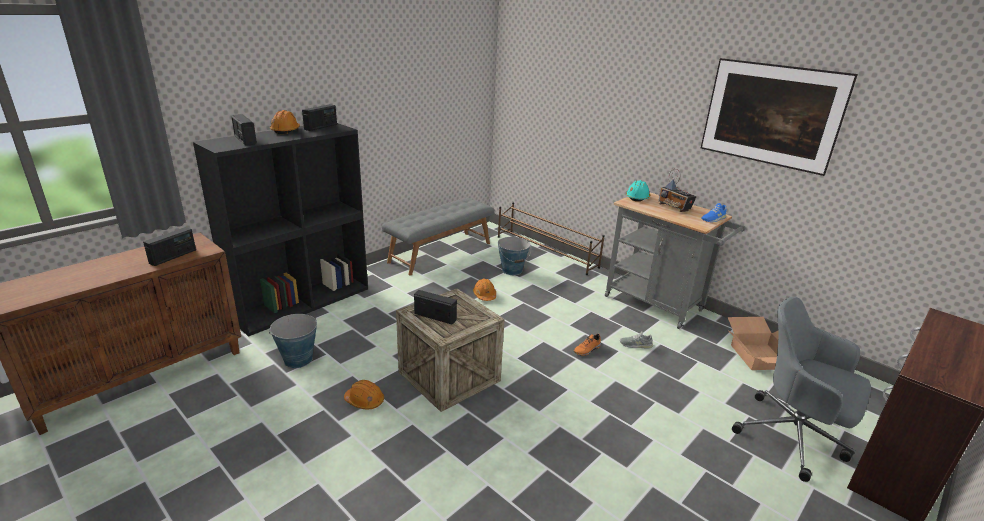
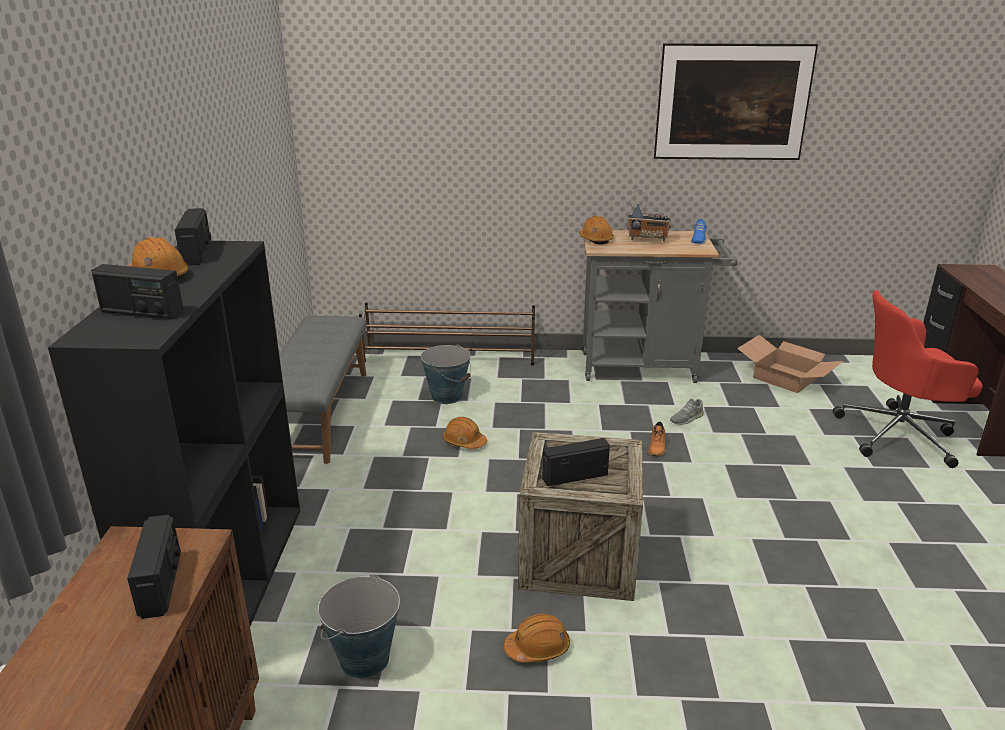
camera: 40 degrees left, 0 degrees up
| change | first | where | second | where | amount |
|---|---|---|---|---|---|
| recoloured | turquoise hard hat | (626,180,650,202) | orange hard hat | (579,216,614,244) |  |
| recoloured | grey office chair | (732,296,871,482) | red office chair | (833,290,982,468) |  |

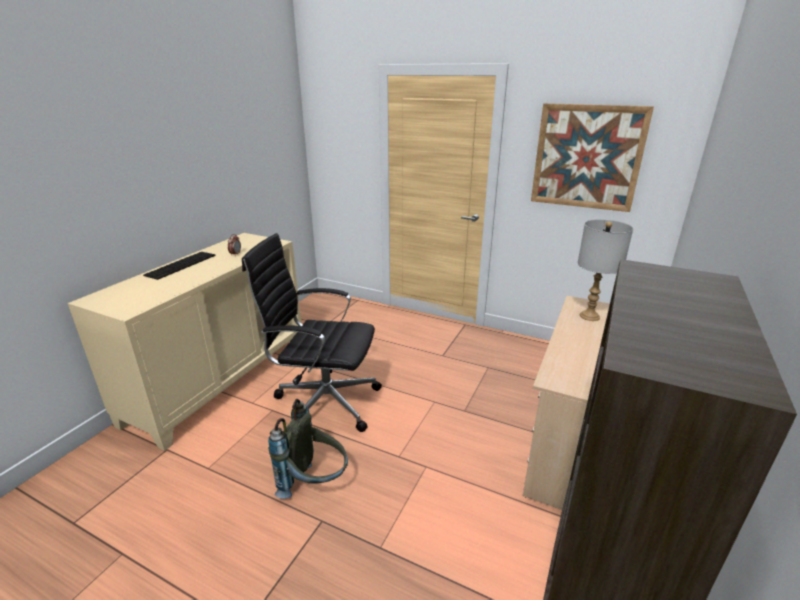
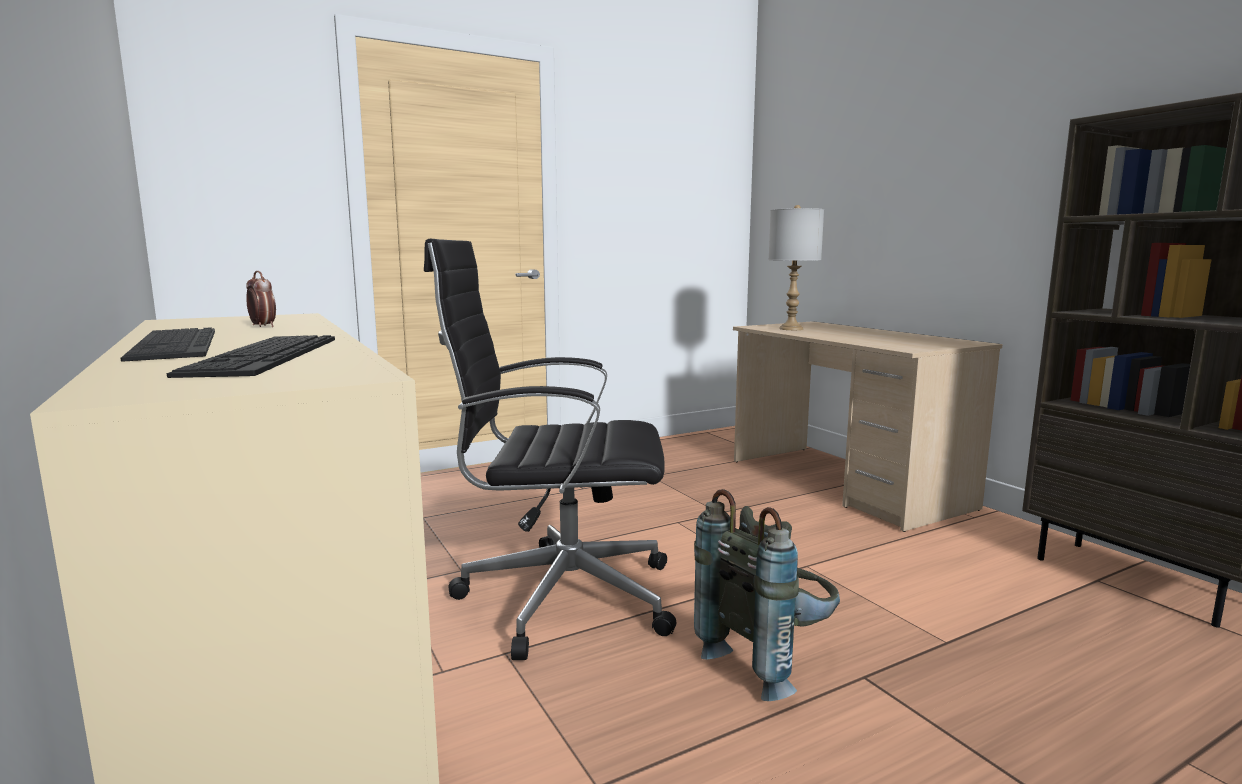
camera: 55 degrees left, 15 degrees down
| change | first | where | second | where | amount |
|---|---|---|---|---|---|
| removed | picture | (531,103,654,212) |  |  |  |
| added |  |  | keyboard | (167,335,335,378) |  |
| turned | black office chair | (242,233,382,432) |  | (424,239,677,660) | 45 degrees clockwise |

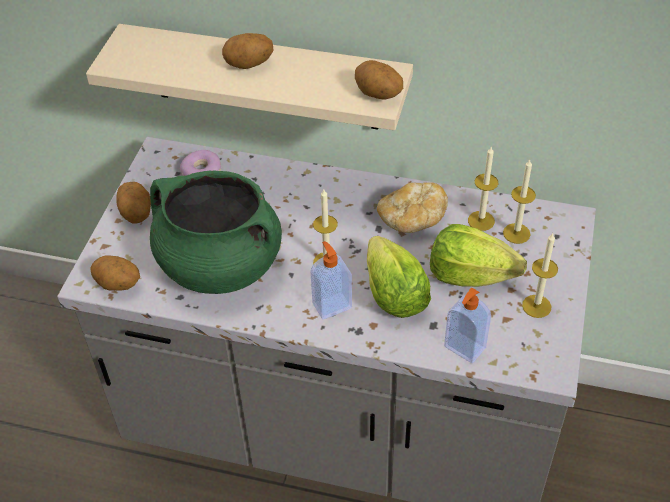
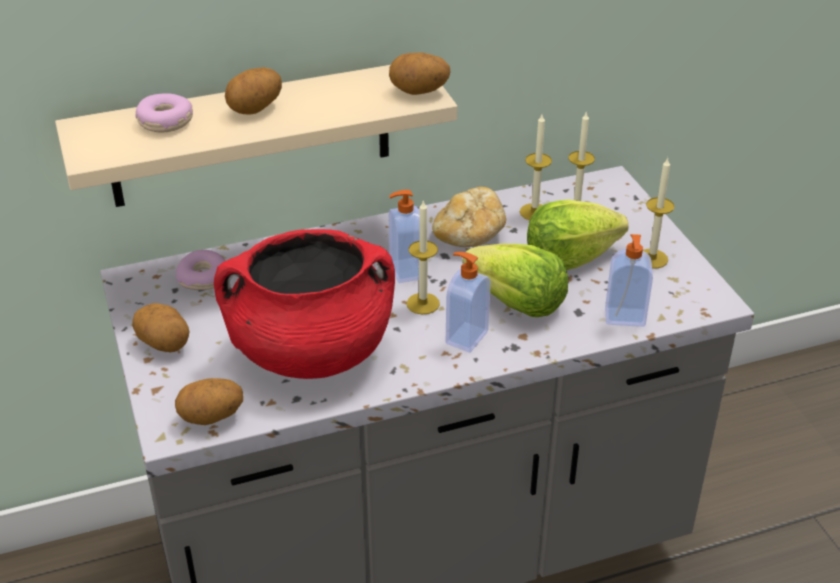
camera: 35 degrees left, 10 degrees down
| change | first | where | second | where | amount |
|---|---|---|---|---|---|
| added |  |  | donut | (136,93,193,133) |  |
| added |  |  | soap dispenser | (389,190,420,283) |  |
| recoloured | green cooking pot | (150,171,282,294) | red cooking pot | (214,229,395,379) |  |

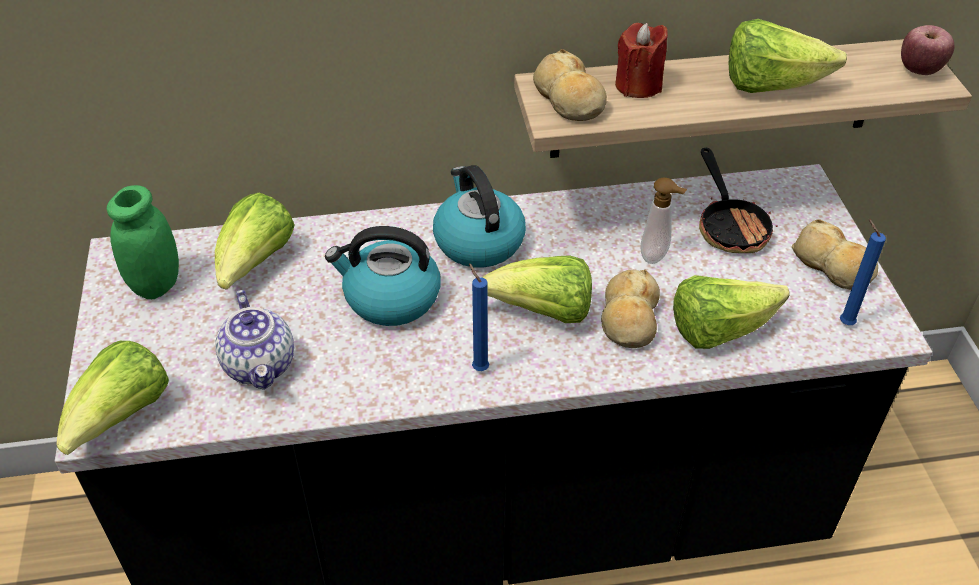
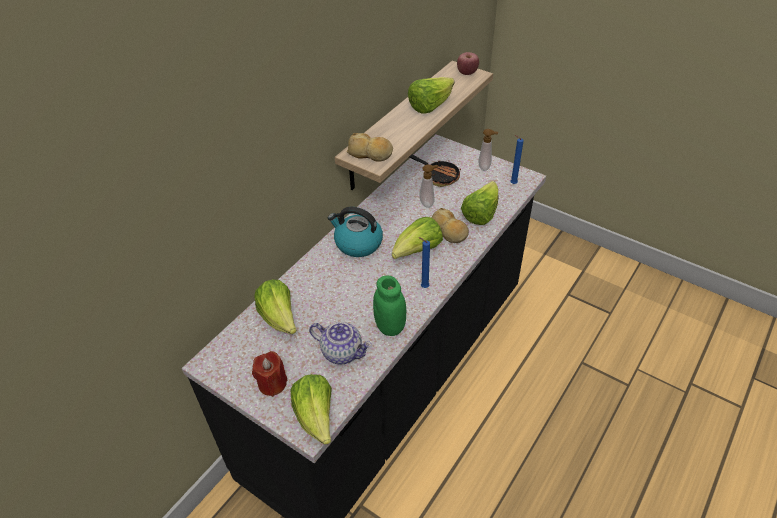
camera: 45 degrees left, 0 degrees up
| change | first | where | second | where | amount |
|---|---|---|---|---|---|
| removed | kettle | (325,226,441,326) |  |  |  |
| moved | green jar | (107,185,179,299) |  | (373,275,406,336) |  |
| moved | red candle | (615,23,668,98) |  | (252,351,287,397) |  |
| replaced | bread | (792,219,878,290) | soap dispenser | (478,129,498,171) |  |

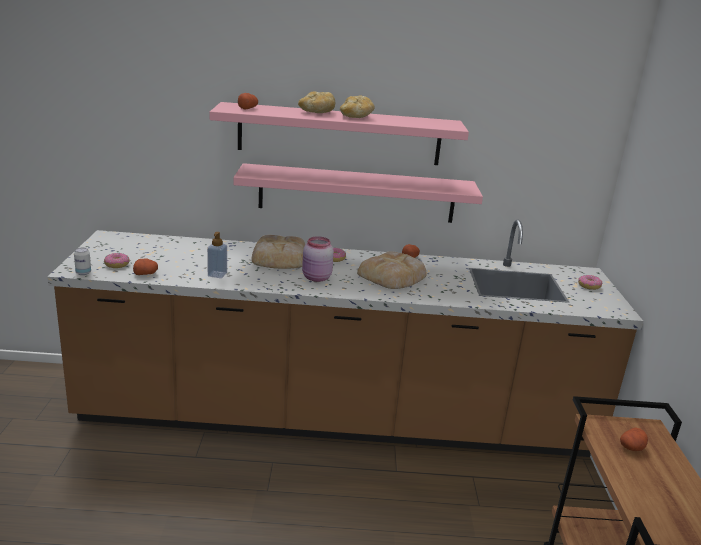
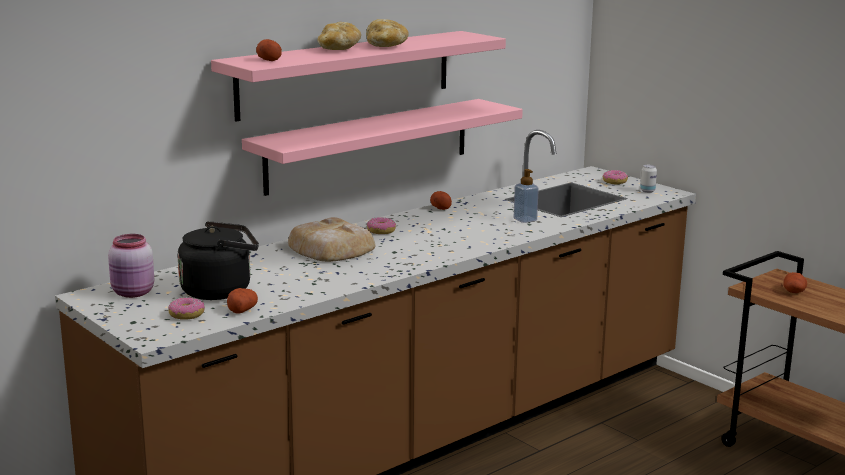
camera: 40 degrees left, 5 degrees down
| change | first | where | second | where | amount |
|---|---|---|---|---|---|
| removed | bread | (357,251,427,289) |  |  |  |
| added |  |  | black kettle | (178,221,259,300) |  |
| moved | can | (74,247,91,275) |  | (640,165,657,193) |  |
| moved | soap dispenser | (207,232,227,278) |  | (514,169,539,223) |  |
| moved | pink jar | (302,236,334,282) |  | (108,234,154,298) |  |

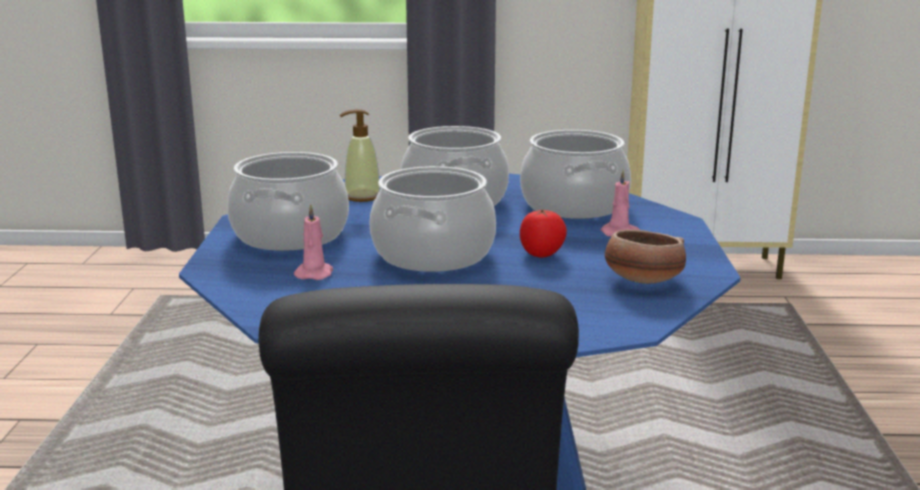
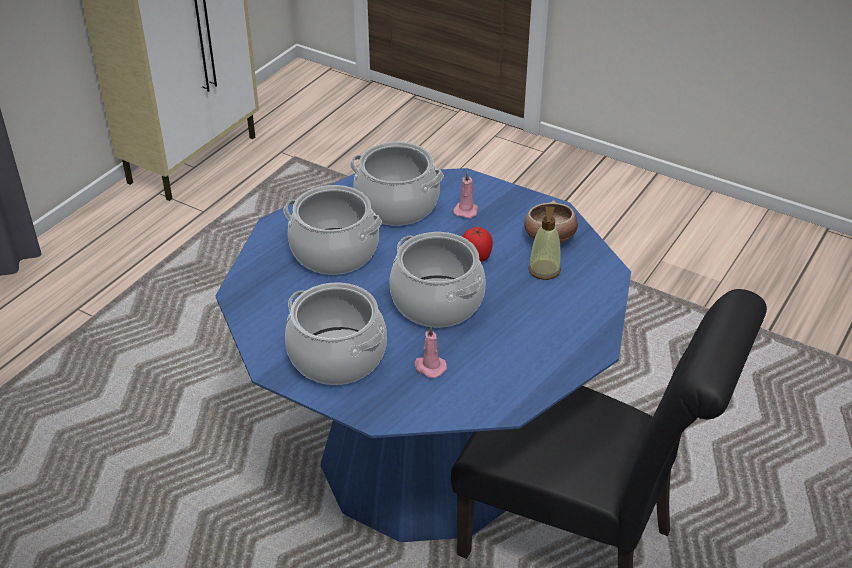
camera: 60 degrees left, 20 degrees up
| change | first | where | second | where | amount |
|---|---|---|---|---|---|
| moved | soap dispenser | (340,109,380,202) |  | (528,206,561,280) |  |

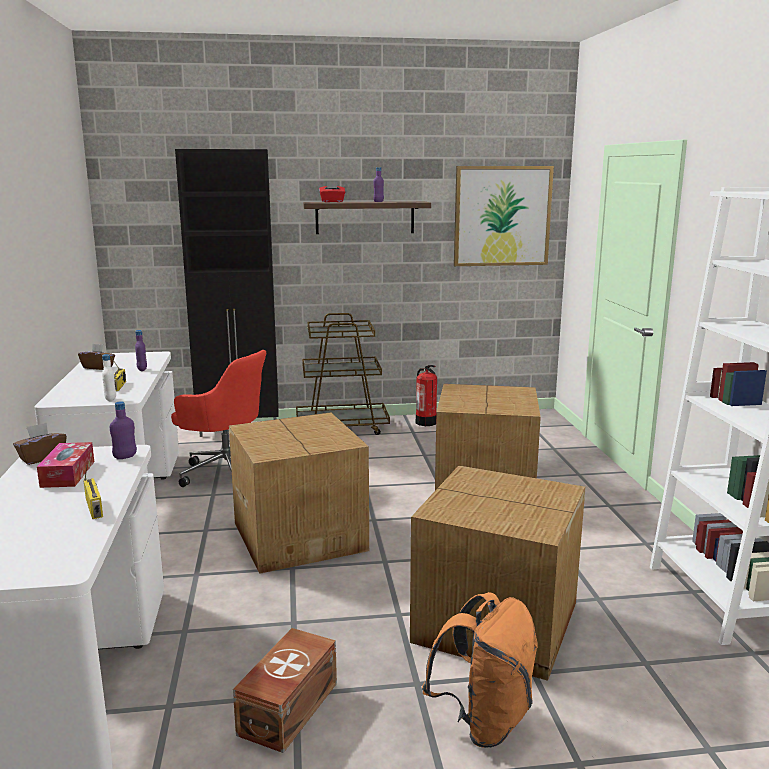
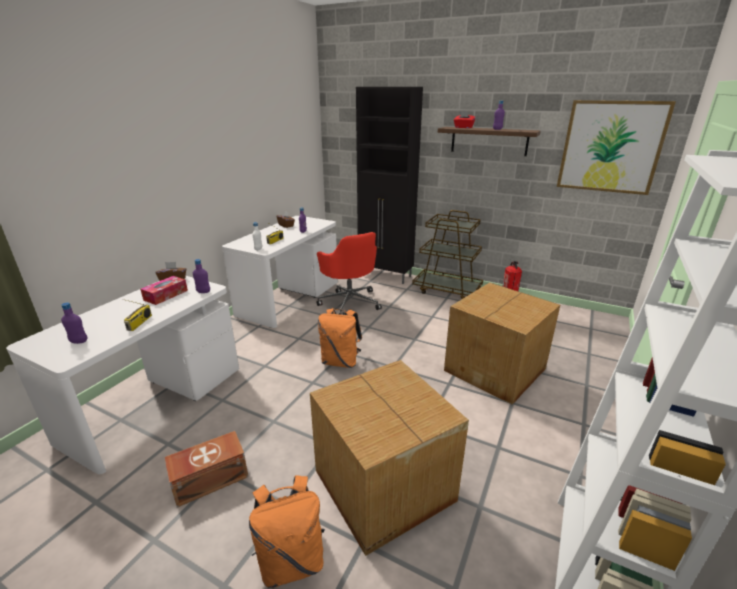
camera: 35 degrees right, 10 degrees up
| change | first | where | second | where | amount |
|---|---|---|---|---|---|
| added |  |  | purple bottle | (61,302,87,344) |  |
| replaced | cardboard box | (229,412,369,574) | orange backpack | (318,308,362,368) |  |

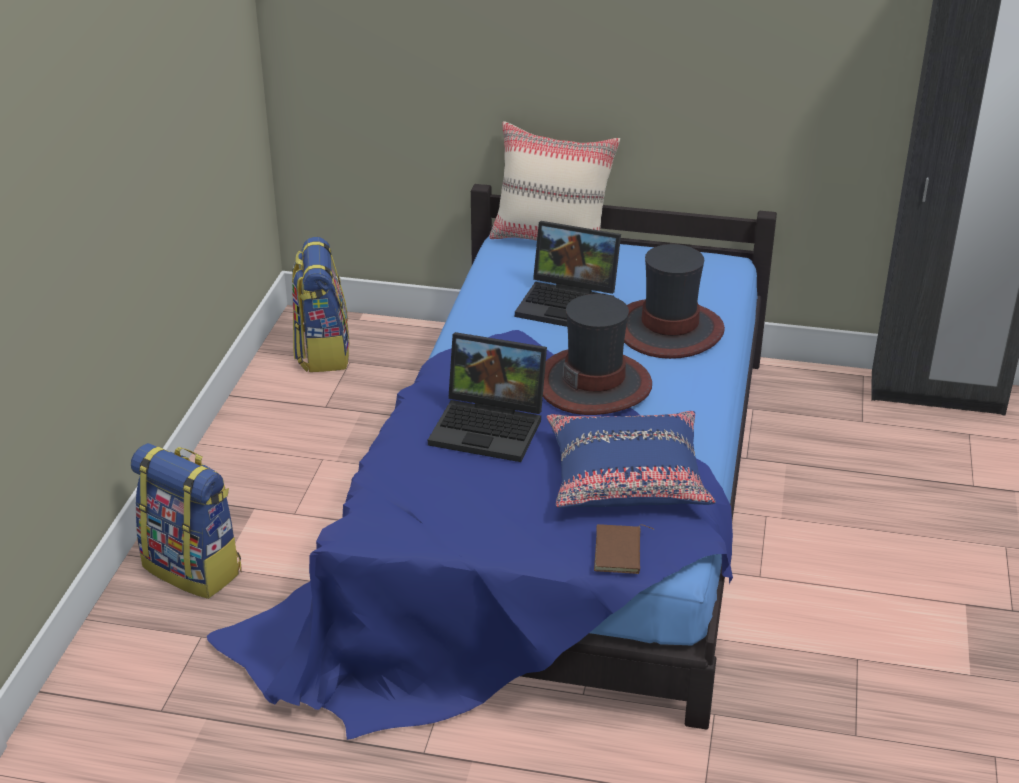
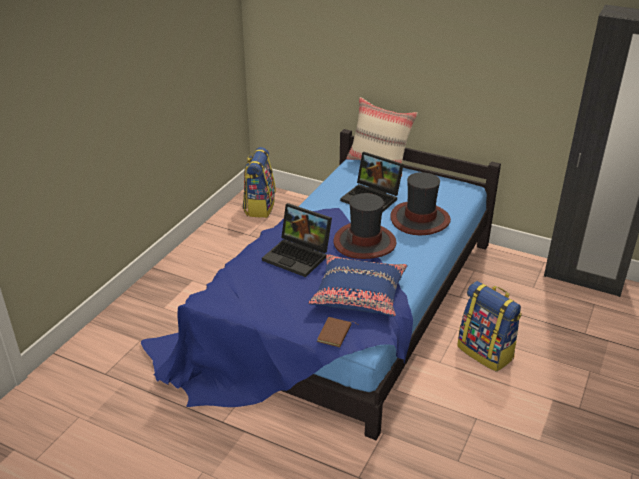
camera: 15 degrees right, 0 degrees up
| change | first | where | second | where | amount |
|---|---|---|---|---|---|
| moved | backpack | (131,443,241,599) |  | (457,281,522,372) |  |

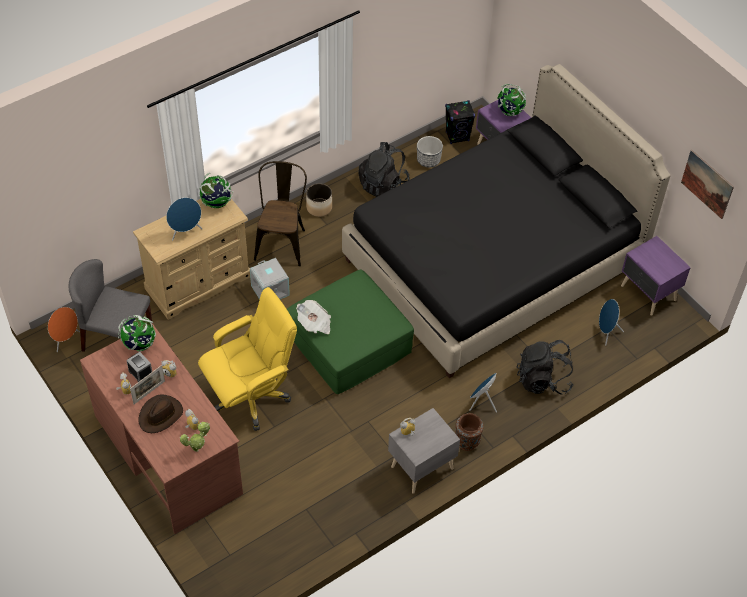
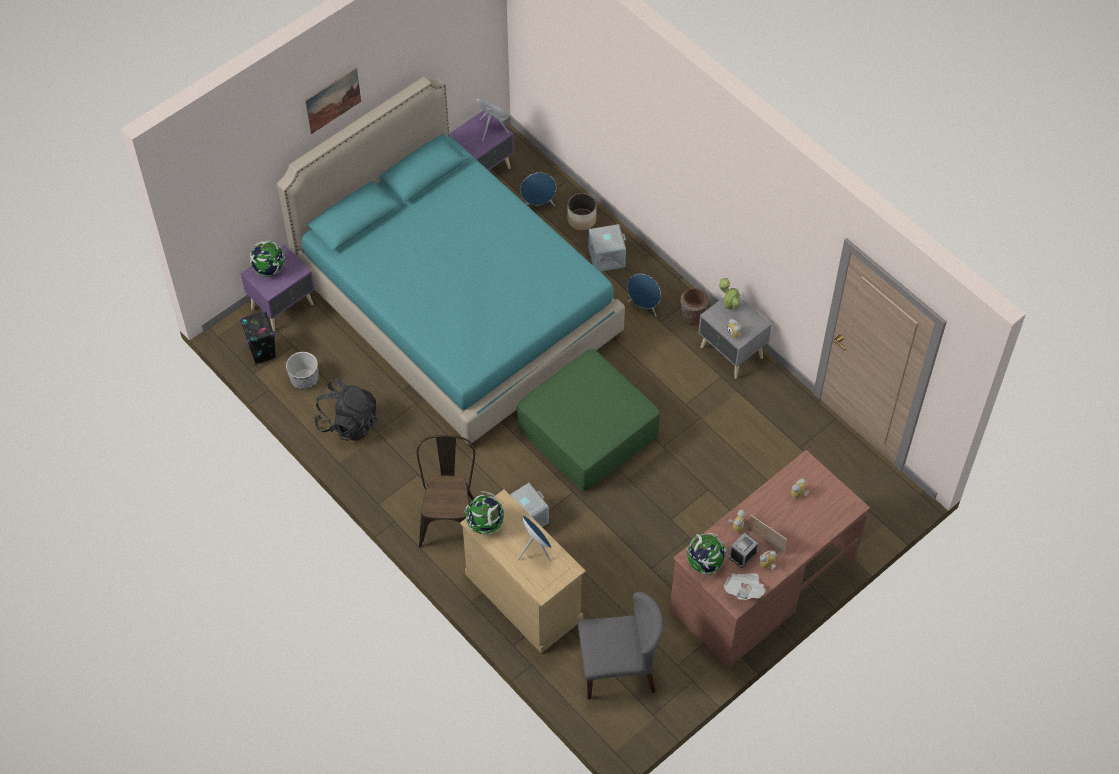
camera: 95 degrees left, 5 degrees up
| change | first | where | second | where | amount |
|---|---|---|---|---|---|
| removed | brown hat | (139,394,183,433) |  |  |  |
| removed | yellow office chair | (198,287,297,431) |  |  |  |
| moved | orange speaker | (48,307,80,352) |  | (476,99,509,141) |  |
| moved | potted plant | (180,422,210,452) |  | (719,278,740,310) |  |
| moved | newspaper | (296,300,331,334) |  | (724,573,766,600) |  |
| moved | planter | (306,183,332,217) |  | (567,193,597,230) |  |
| moved | picture | (681,150,734,219) |  | (305,68,361,134) |  |
| replaced | black backpack | (516,340,574,395) | grey storage box | (588,224,626,271) |  |
| recoloured | black bed | (342,64,671,378) | turquoise bed | (277,76,625,448) |  |
| turned | grey chair | (69,259,152,352) |  | (578,592,663,699) | 105 degrees counterclockwise |
| turned | brown chair | (254,161,307,266) |  | (417,435,475,548) | 90 degrees clockwise |

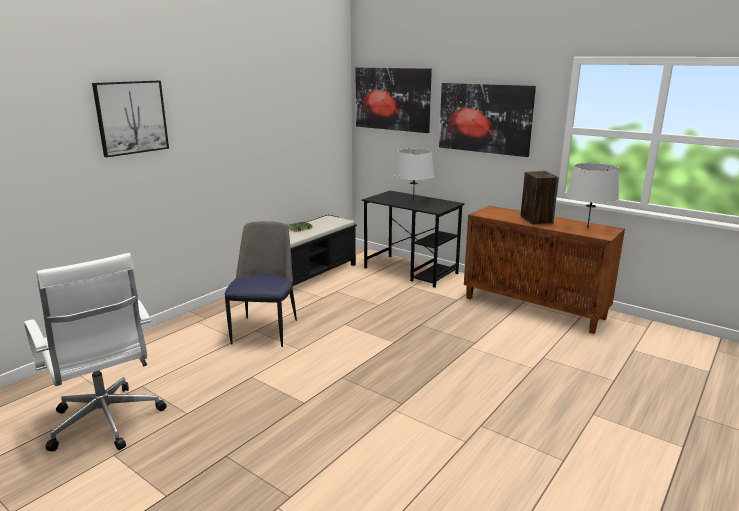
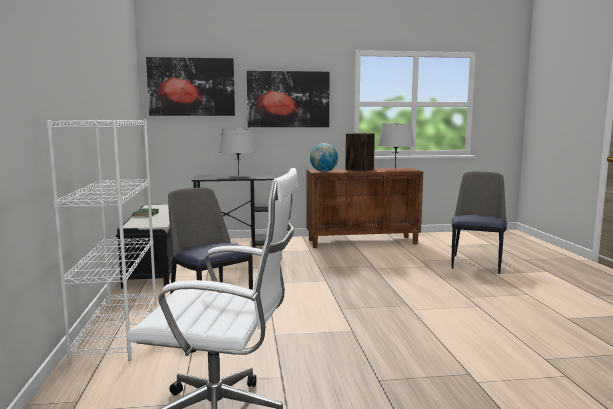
camera: 45 degrees left, 10 degrees down
| change | first | where | second | where | amount |
|---|---|---|---|---|---|
| removed | picture | (92,81,169,157) |  |  |  |
| added |  |  | white bookcase | (46,119,156,365) |  |
| added |  |  | globe | (310,143,338,172) |  |
| added |  |  | chair | (452,172,507,274) |  |

